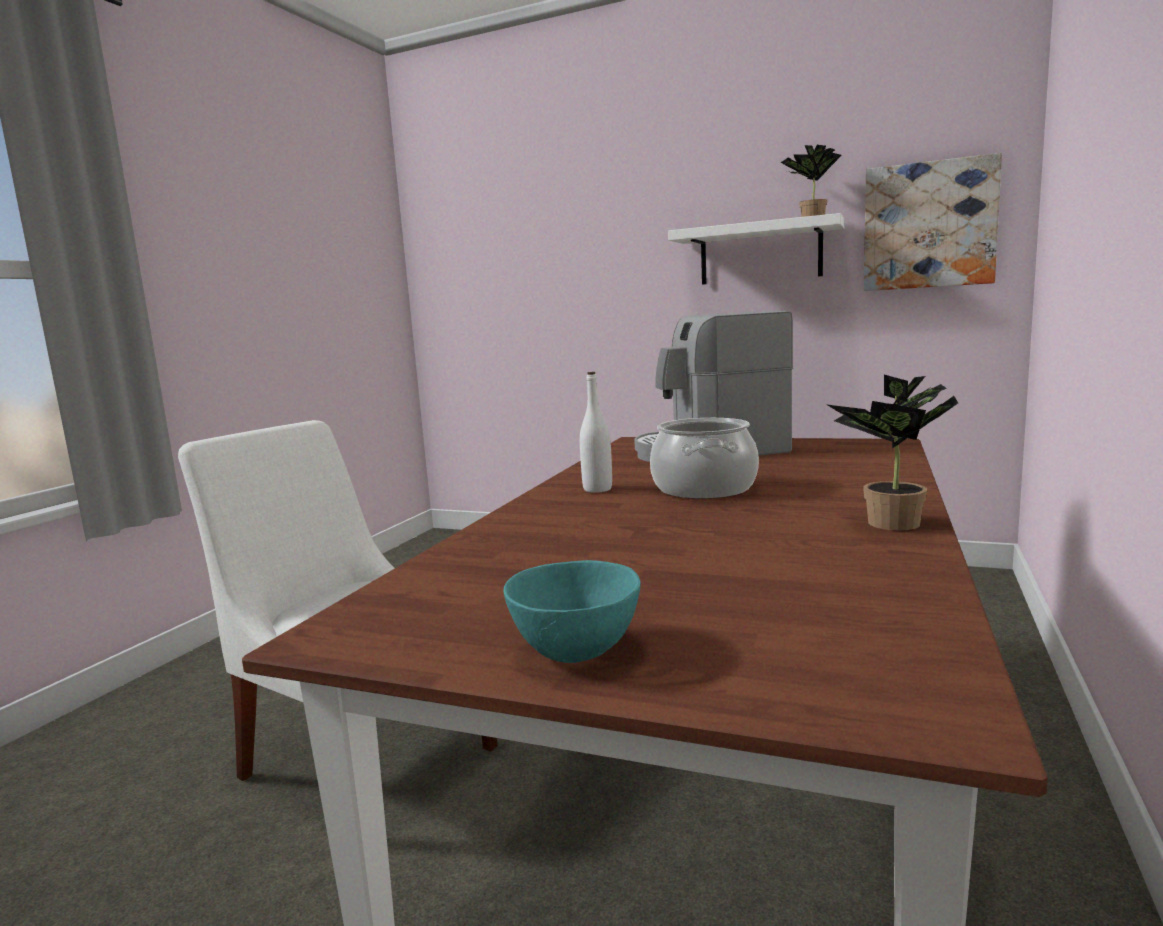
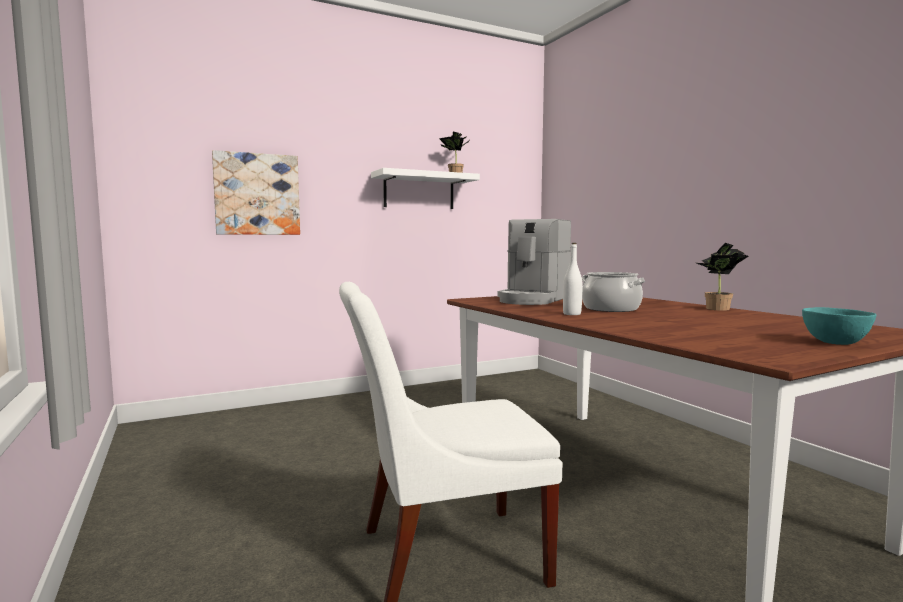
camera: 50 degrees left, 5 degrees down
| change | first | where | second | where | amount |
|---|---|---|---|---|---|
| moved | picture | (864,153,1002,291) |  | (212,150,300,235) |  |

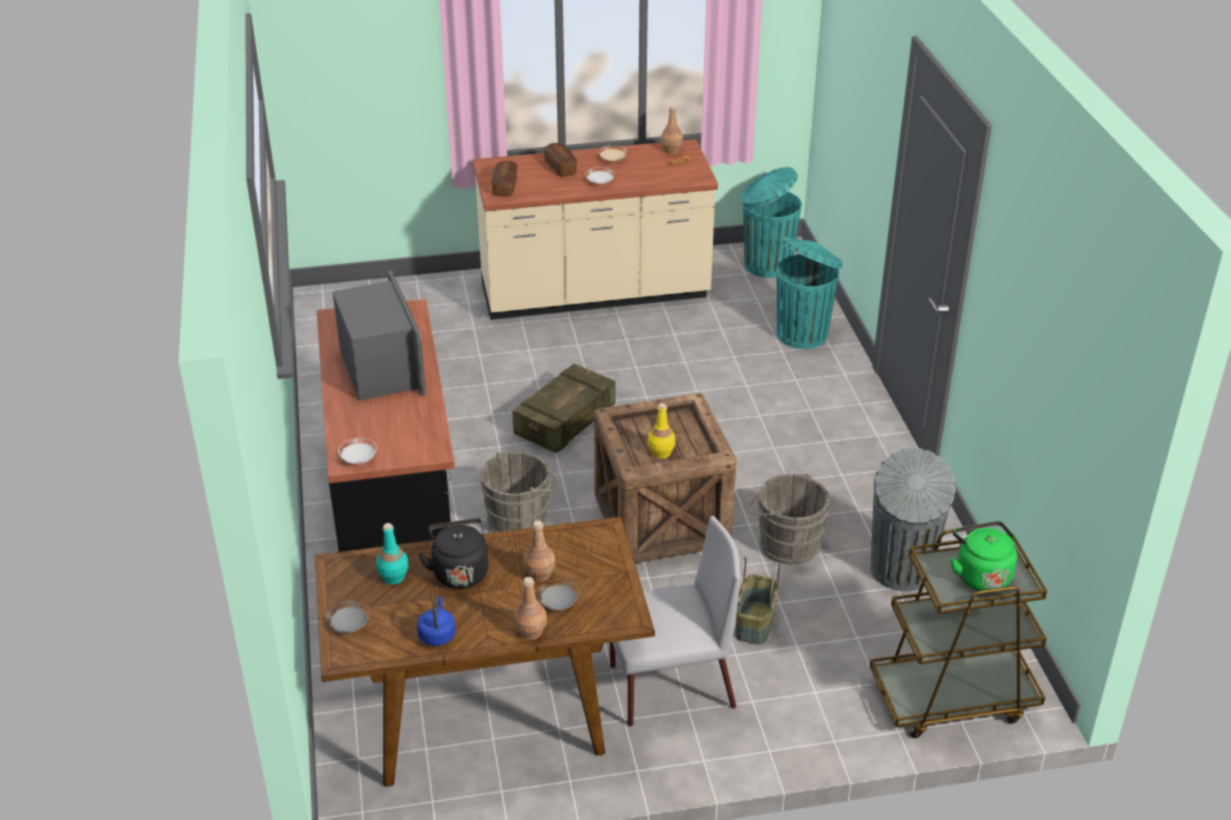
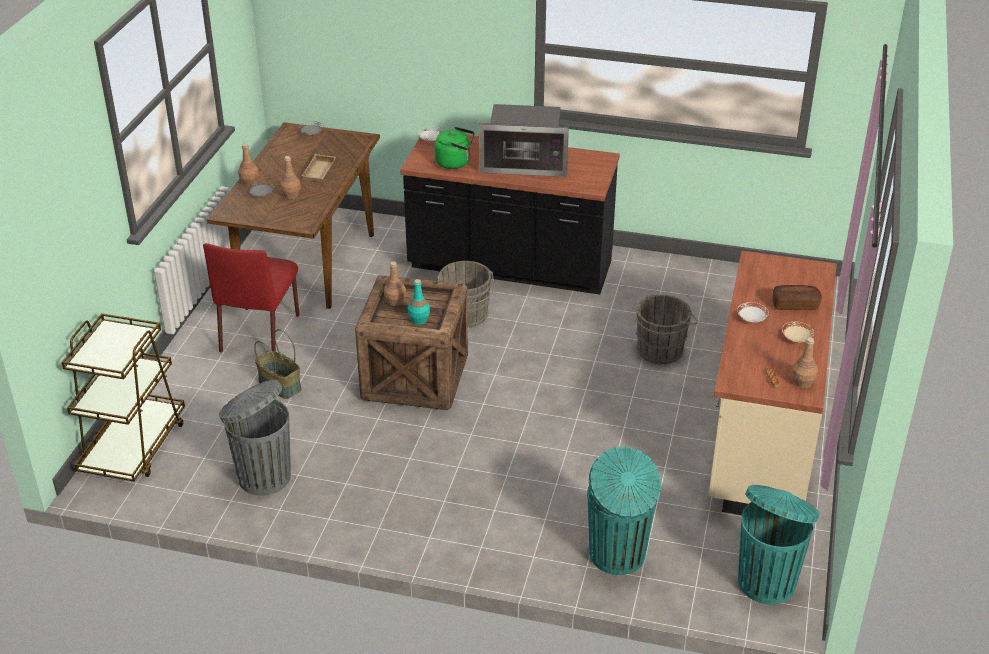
camera: 115 degrees right, 0 degrees up
| change | first | where | second | where | amount |
|---|---|---|---|---|---|
| removed | blue kettle | (417,596,456,646) |  |  |  |
| removed | bread | (491,161,518,196) |  |  |  |
| removed | crate | (513,364,616,453) |  |  |  |
| moved | turquoise bottle | (376,523,409,584) |  | (408,279,430,325) |  |
| moved | grey bucket | (749,474,830,565) |  | (635,295,698,364) |  |
| moved | green kettle | (951,521,1017,591) |  | (434,127,475,169) |  |
| replaced | black kettle | (419,519,488,589) | beige tray | (301,154,336,181) |  |
| recoloured | grey chair | (610,516,740,726) | red chair | (203,243,300,352) |  |
| recoloured | yellow bottle | (648,403,675,459) | brown bottle | (384,261,406,306) |  |

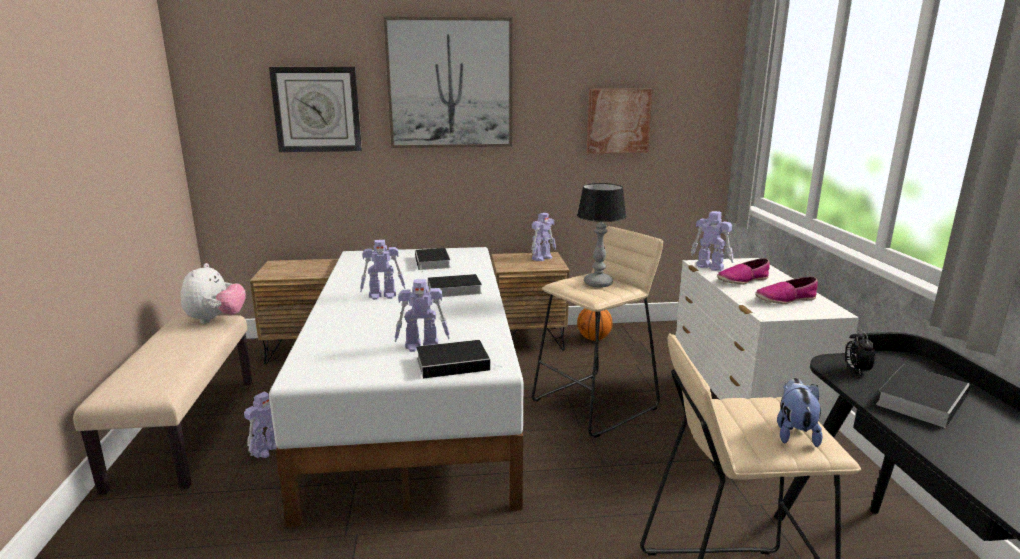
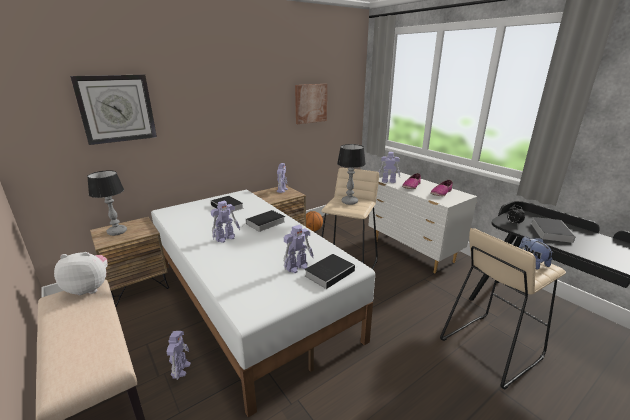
camera: 30 degrees left, 5 degrees up
| change | first | where | second | where | amount |
|---|---|---|---|---|---|
| removed | picture | (383,16,512,148) |  |  |  |
| added |  |  | table lamp | (87,170,127,236) |  |
| turned | plush toy | (181,263,246,324) |  | (54,252,108,295) | 75 degrees counterclockwise |

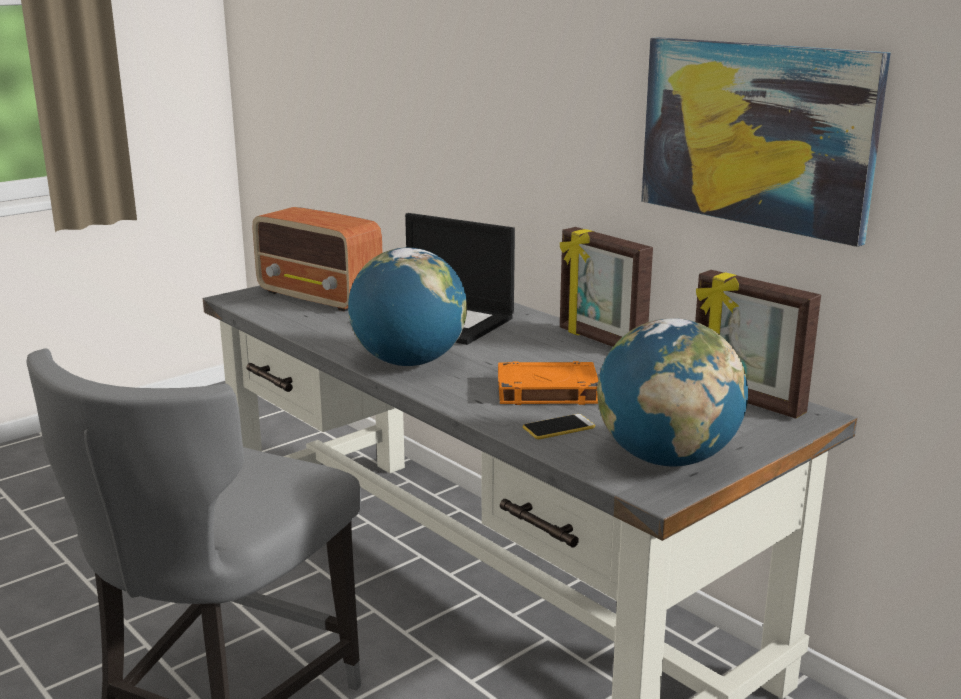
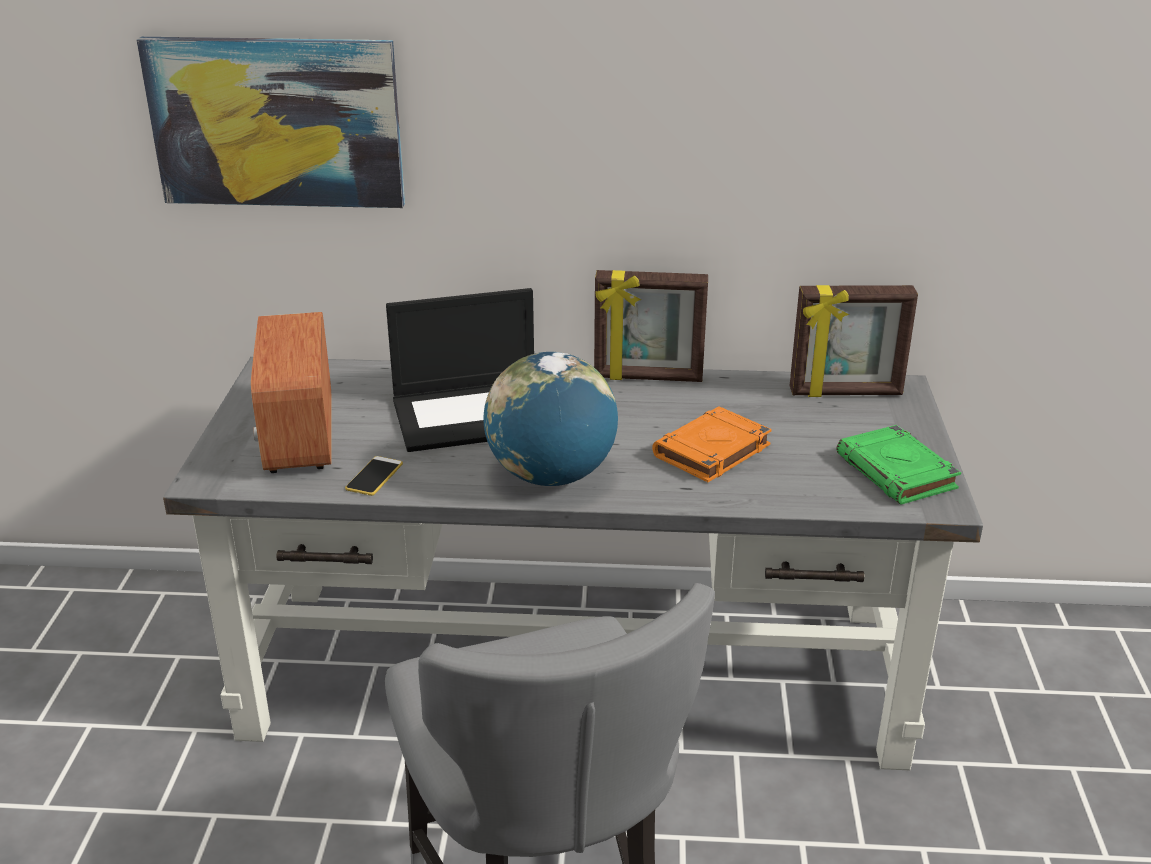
camera: 45 degrees left, 10 degrees up
| change | first | where | second | where | amount |
|---|---|---|---|---|---|
| moved | phone | (523,414,595,439) |  | (345,456,403,496) |  |
| moved | picture | (641,37,890,247) |  | (137,37,405,208) |  |
| replaced | globe | (597,318,748,466) | green book | (837,425,961,505) |  |
| turned | radio | (253,207,382,312) |  | (251,312,332,473) | 90 degrees clockwise |

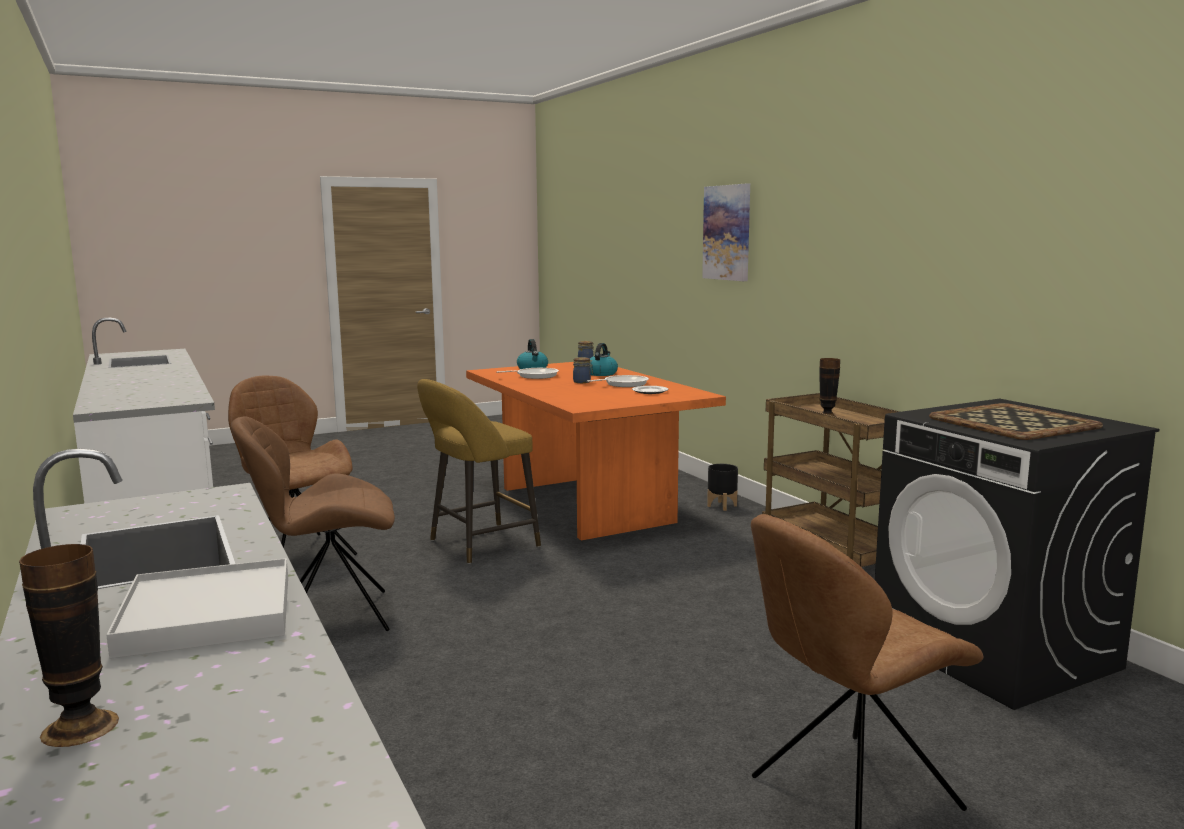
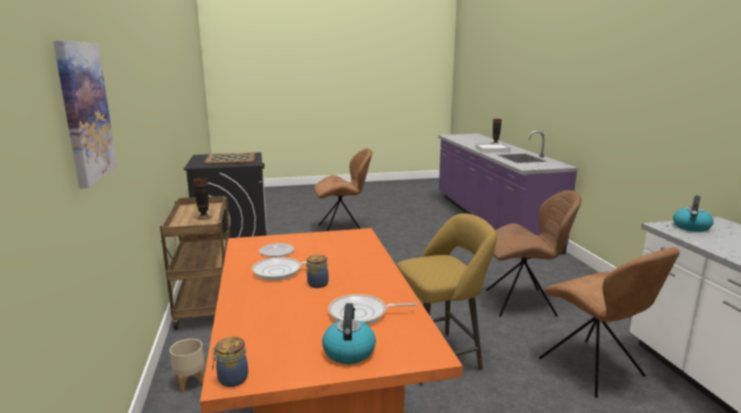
camera: 165 degrees left, 5 degrees up
| change | first | where | second | where | amount |
|---|---|---|---|---|---|
| moved | kettle | (590,343,618,376) |  | (673,196,714,232) |  |
| recoloured | black planter | (707,464,738,511) | beige planter | (170,339,204,393) |  |

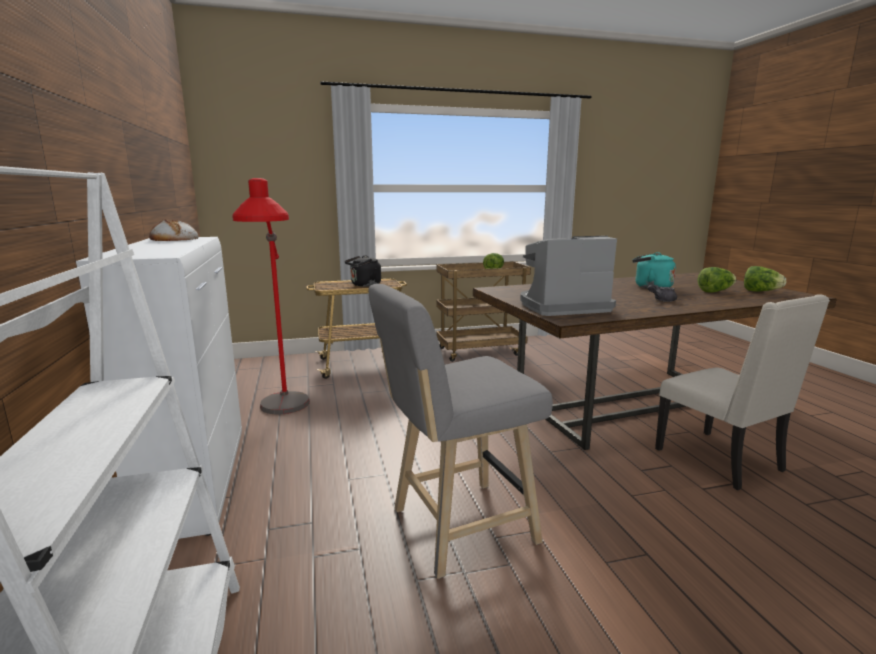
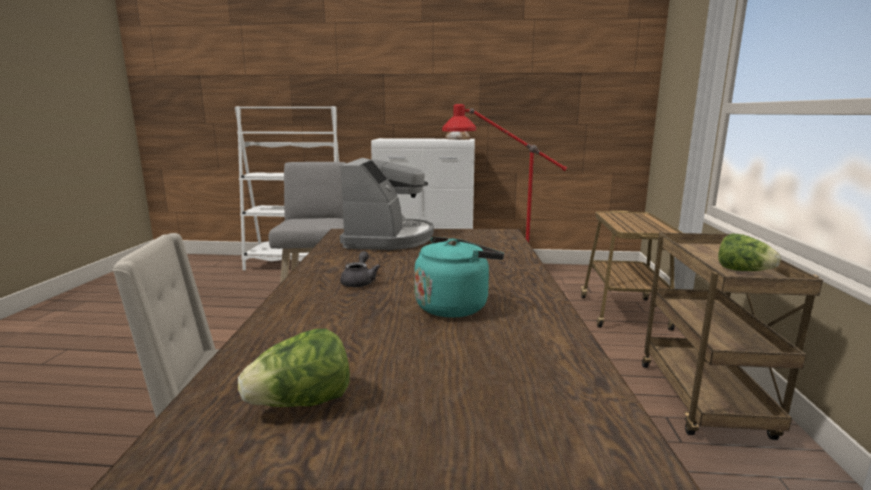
camera: 110 degrees right, 0 degrees up
| change | first | where | second | where | amount |
|---|---|---|---|---|---|
| removed | black kettle | (345,255,381,287) |  |  |  |
| removed | lettuce | (698,267,737,292) |  |  |  |

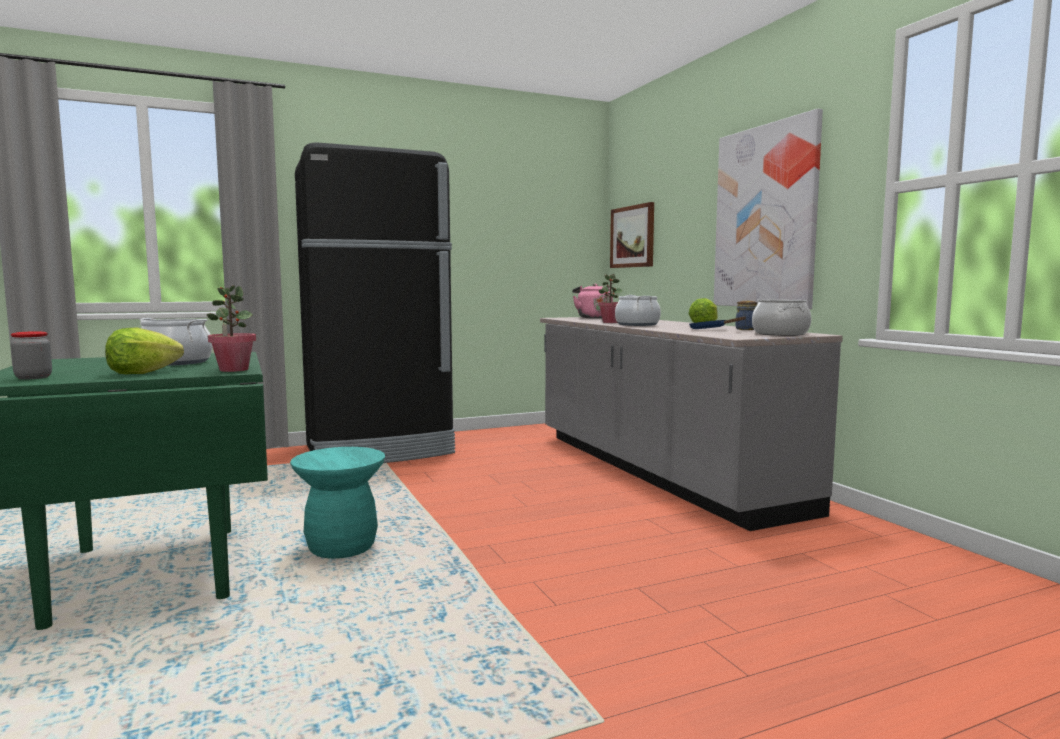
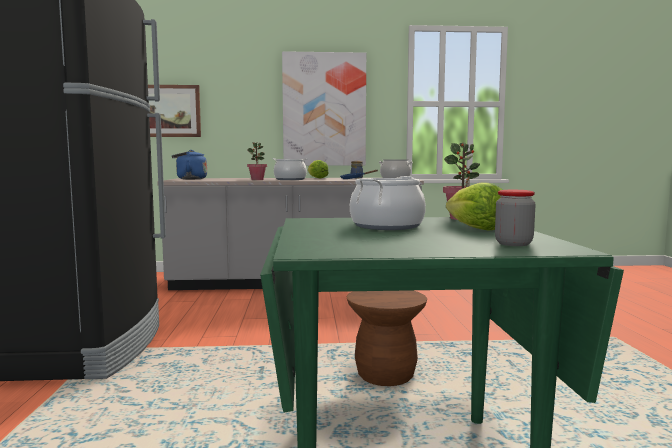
camera: 70 degrees left, 0 degrees up
| change | first | where | second | where | amount |
|---|---|---|---|---|---|
| recoloured | turquoise stool | (290,447,385,559) | brown stool | (347,290,427,386) |  |
| recoloured | pink kettle | (572,283,613,318) | blue kettle | (172,150,207,179) |  |

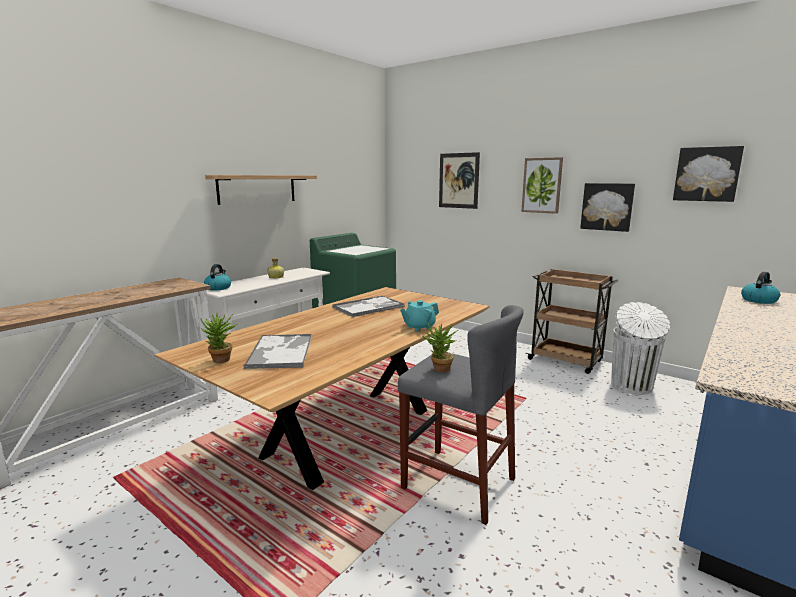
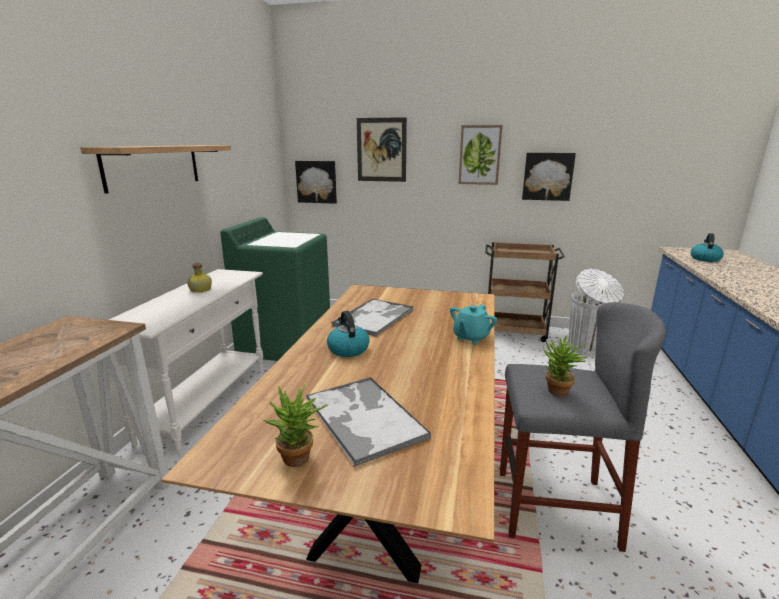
camera: 25 degrees left, 5 degrees up
| change | first | where | second | where | amount |
|---|---|---|---|---|---|
| moved | kettle | (204,264,231,290) |  | (327,311,370,357) |  |
| moved | picture | (673,146,744,202) |  | (295,161,337,204) |  |

